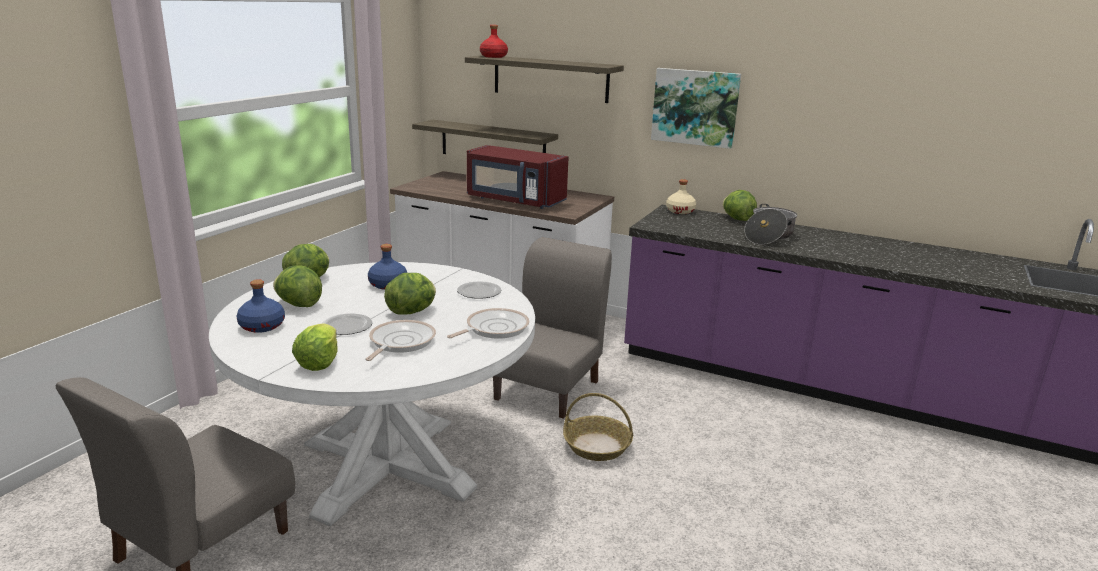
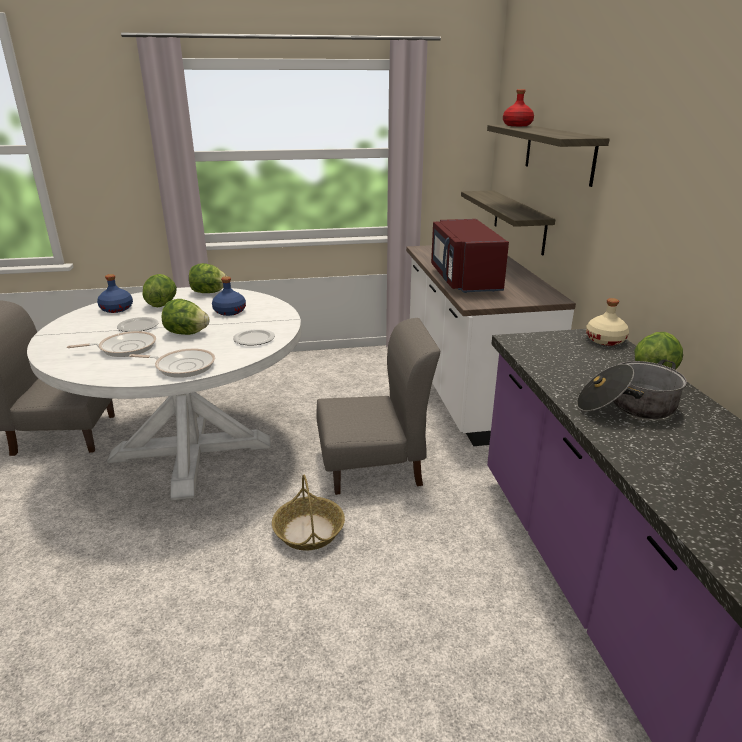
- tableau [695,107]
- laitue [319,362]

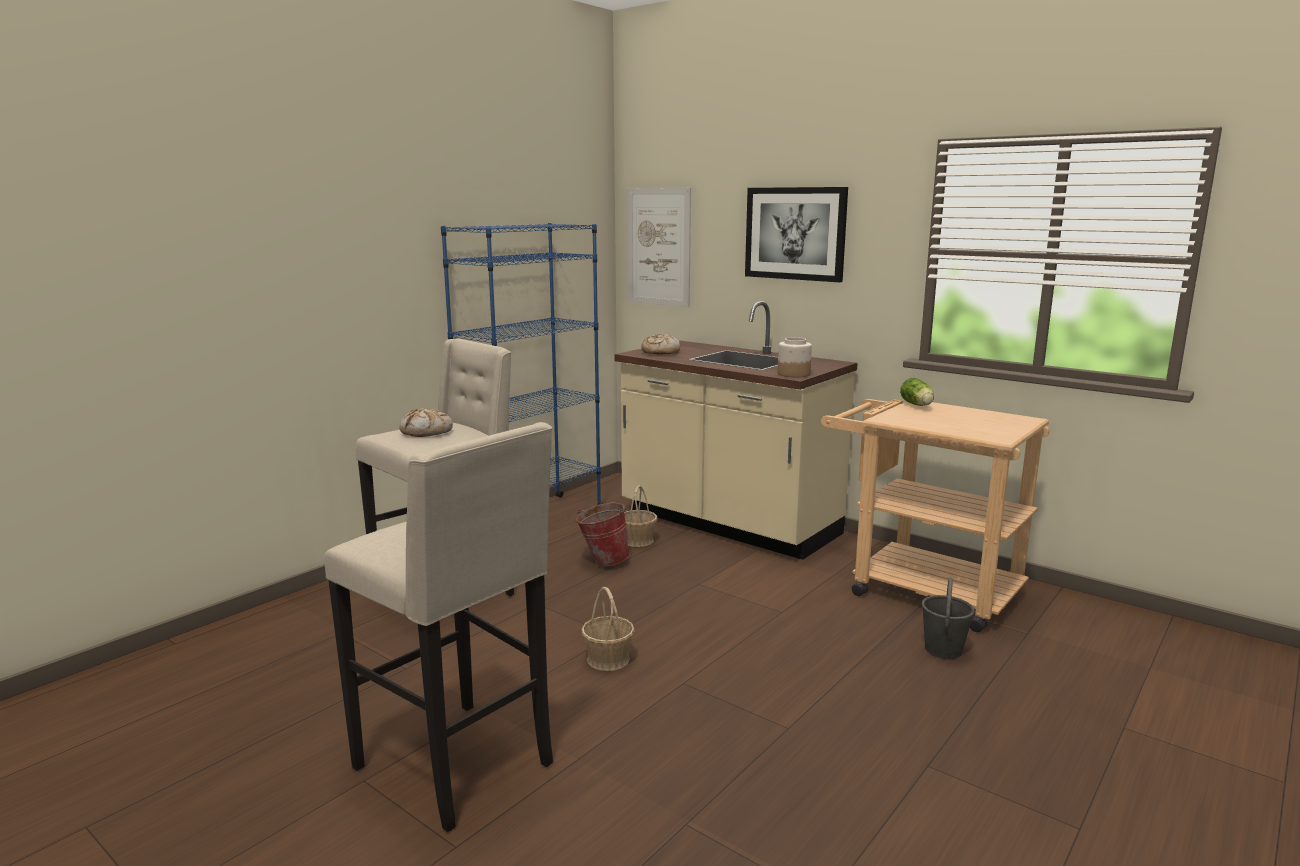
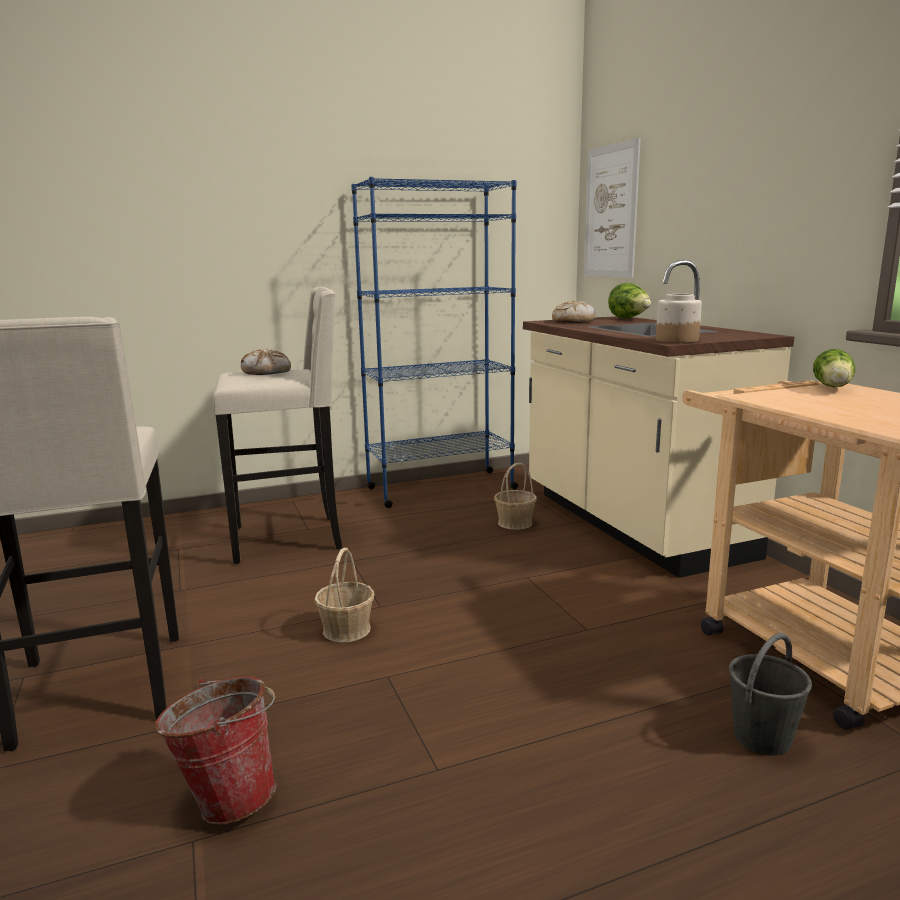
- tableau [795,233]
~ seau [602,561] to [228,796]
+ laitue [629,319]

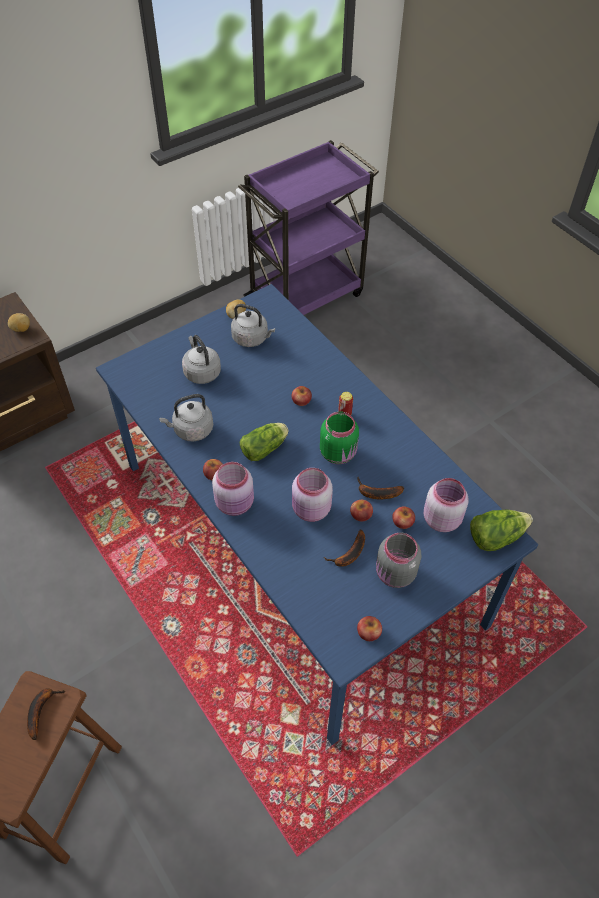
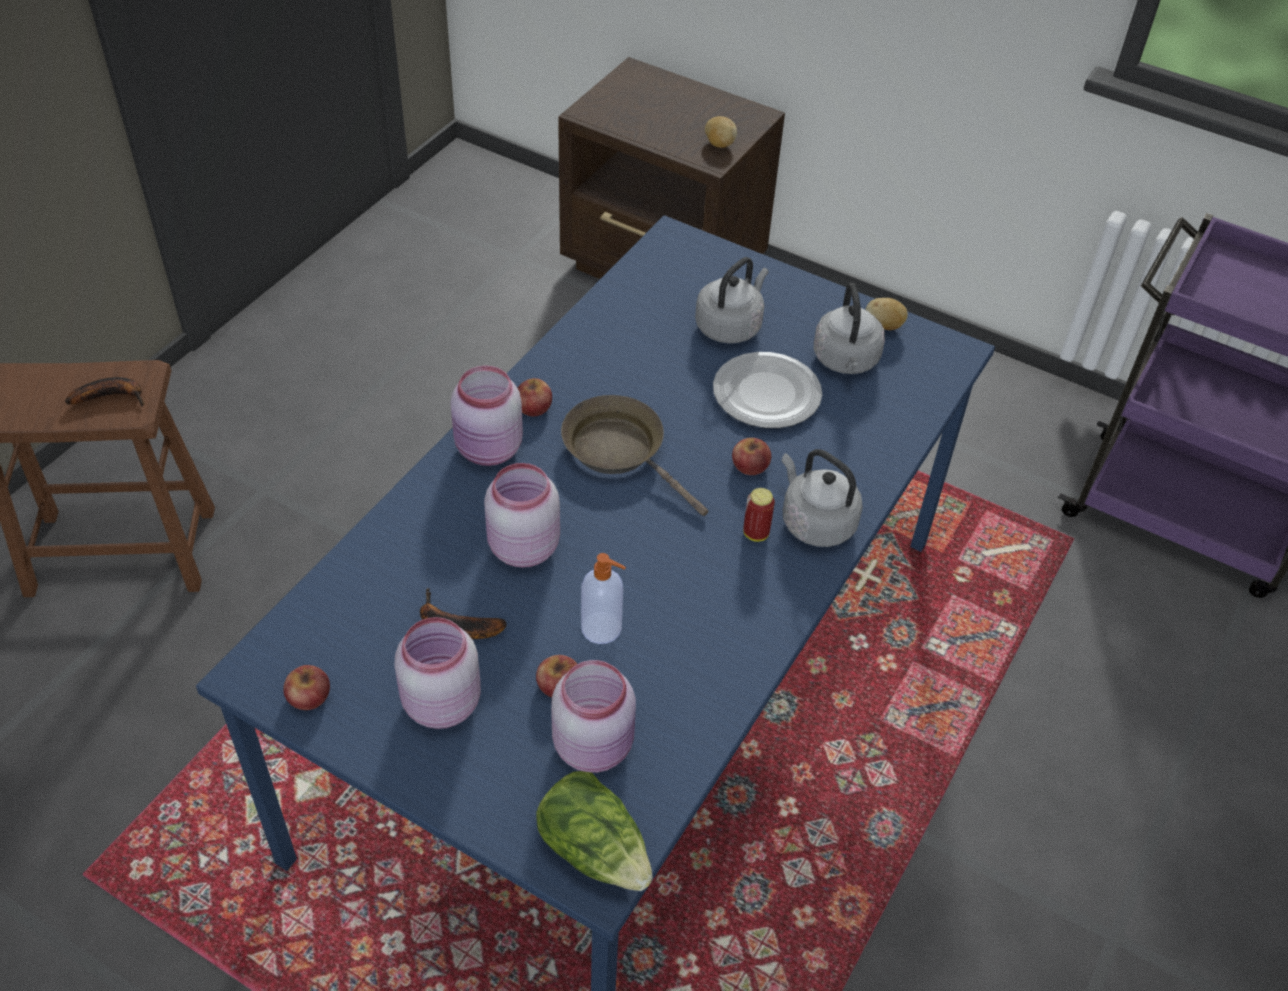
~ bouilloire/gris [191,430] to [815,522]
- bocal/vert [339,453]
~ laitue [266,448] to poêle/marron [620,451]
~ banane [376,493] to distributeur de savon [602,629]
- pomme [361,514]
~ bocal/gris [394,574] to bocal/rose [439,703]
+ assiette [768,393]

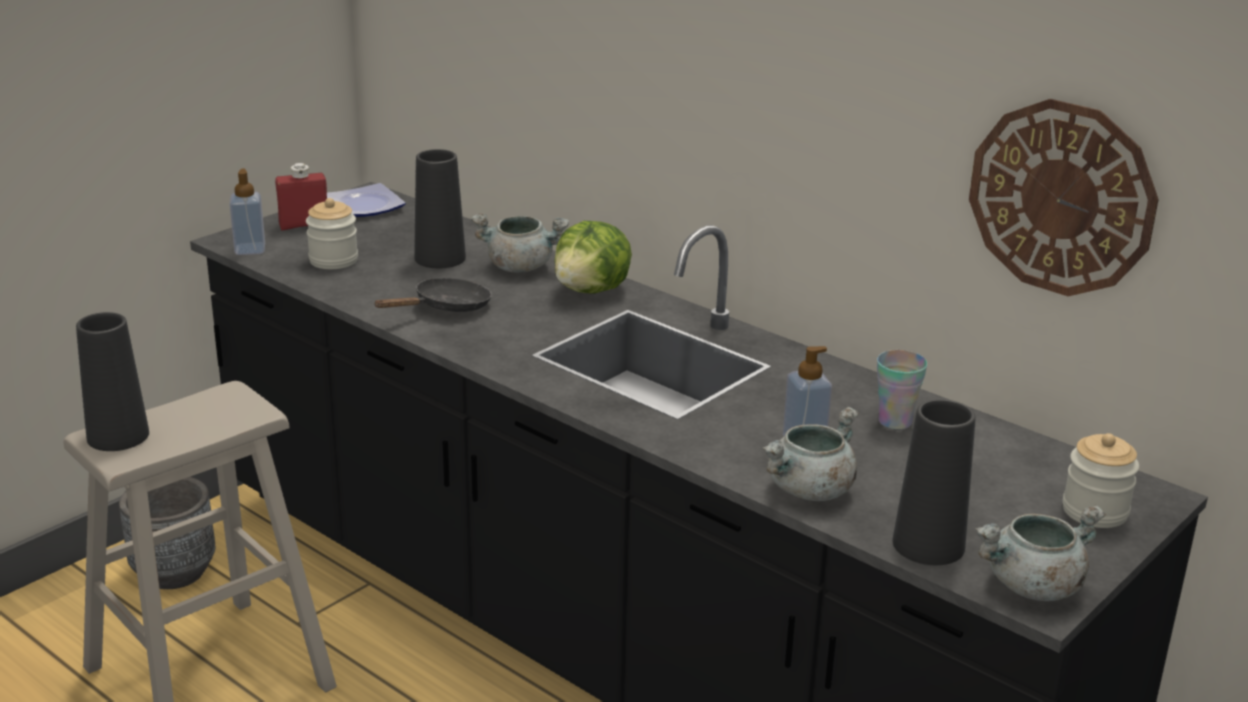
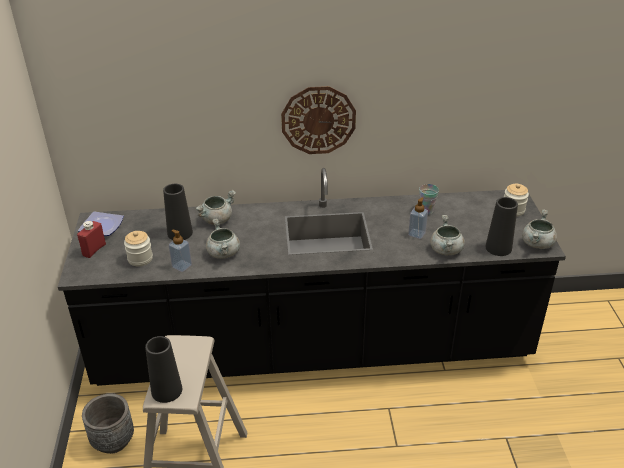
~ horloge murale [1061,198] to [318,120]
~ distributeur de savon [250,249] to [182,266]
- laitue [592,291]
~ poêle/noir [446,308] to marmite/gris [224,253]

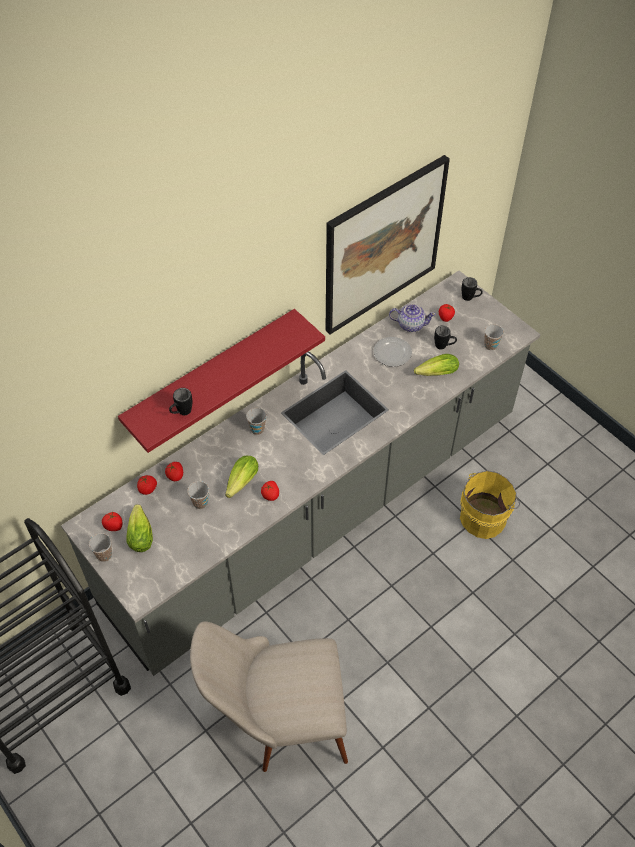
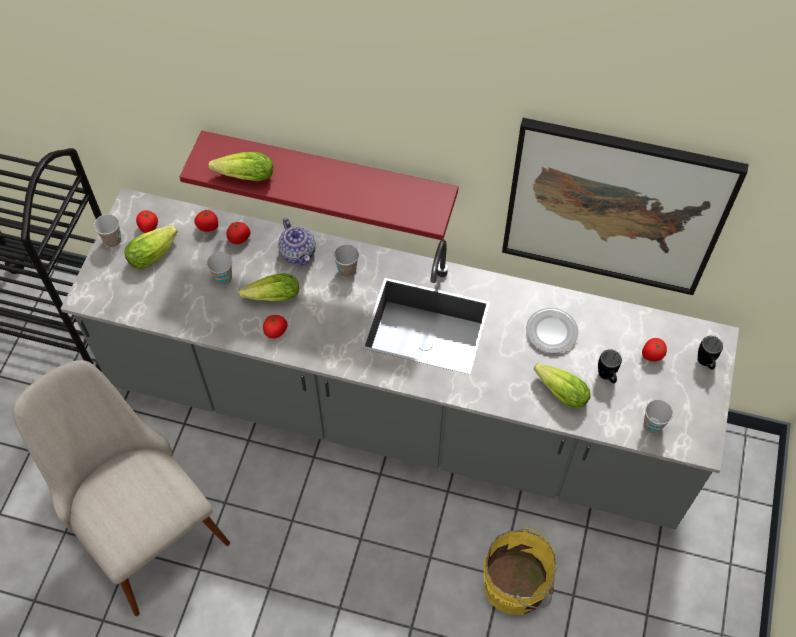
~ théière [410,324] to [298,252]
~ mug/noir [181,413] to laitue [242,176]

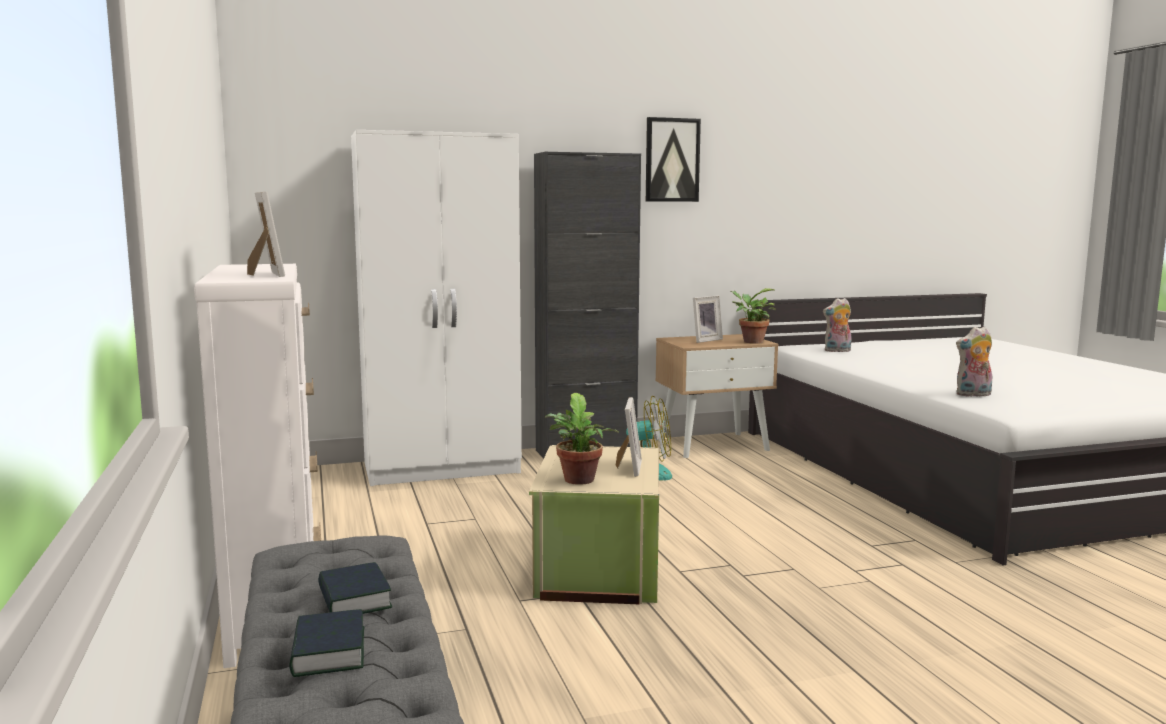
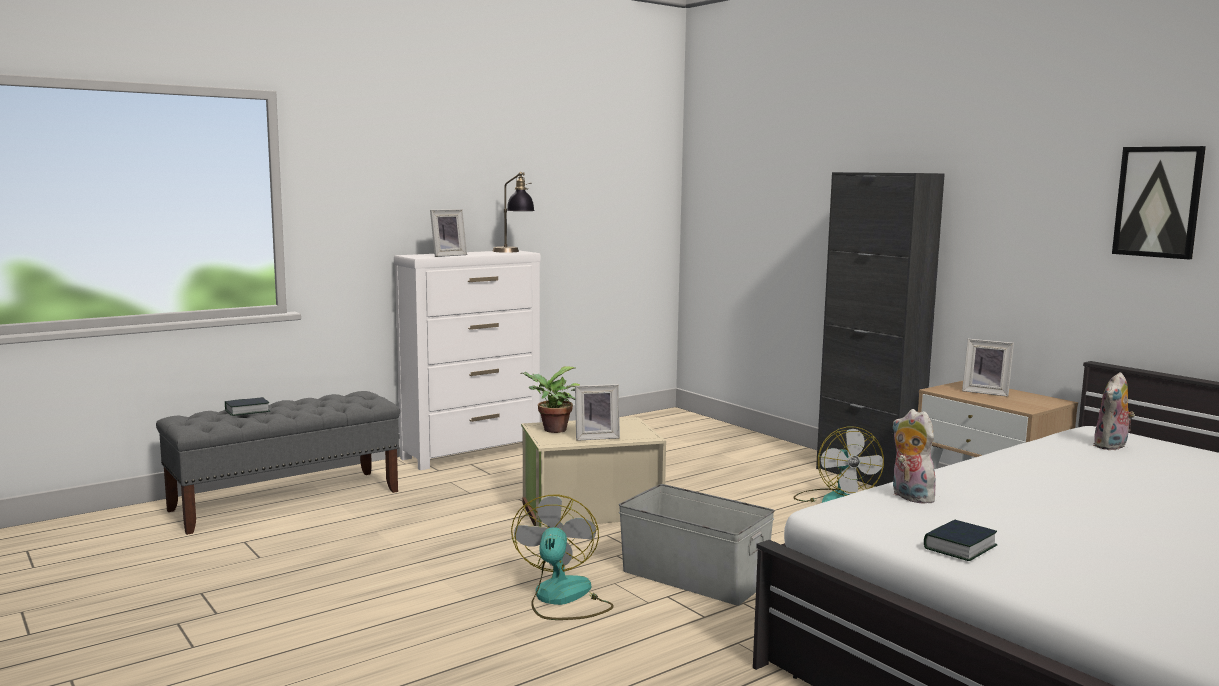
~ tableau [672,160] to [1158,202]
- armoire/blanc [443,468]
- plante en pot [750,342]
~ peluche [837,351] = [1112,446] 105 degrees counterclockwise
~ livre [354,599] to [959,547]
+ lampe de table [513,252]
+ boîte de rangement/gris [693,576]
+ ventilateur [562,599]

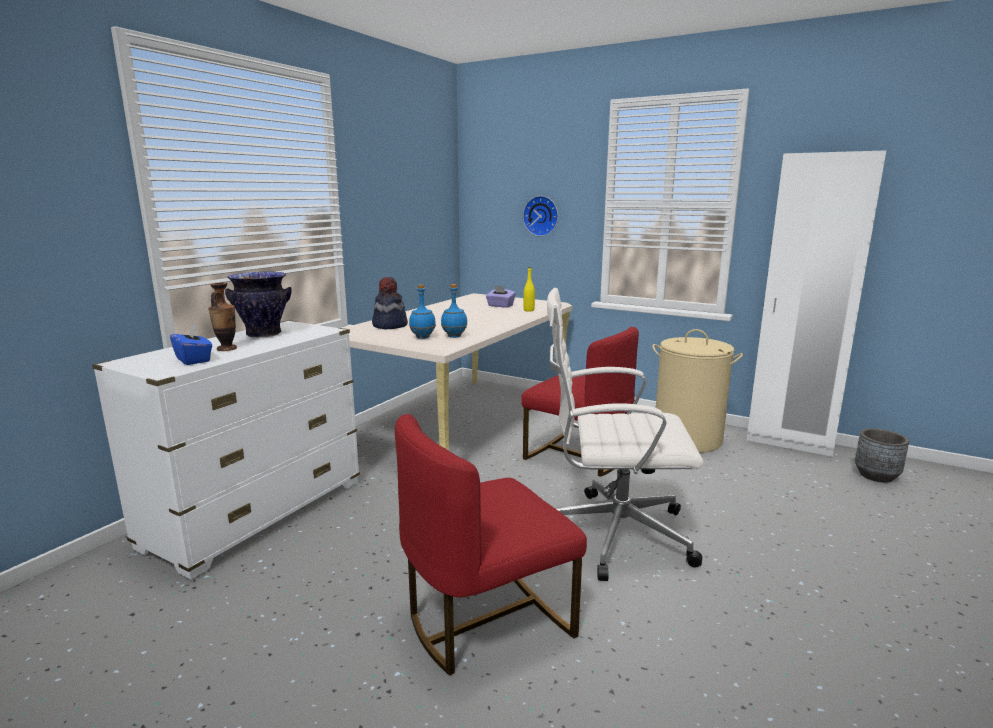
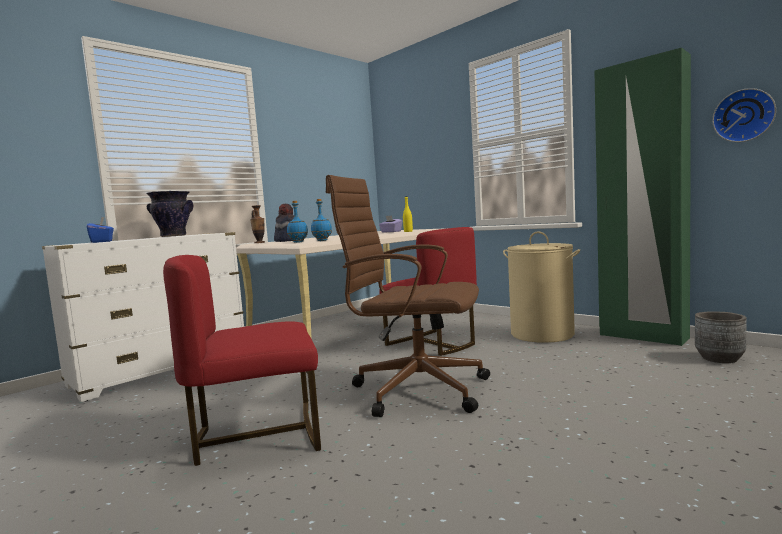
~ armoire/blanc [789,443] to armoire/vert [643,337]
~ horloge murale [541,216] to [743,116]
~ vase [227,349] to [259,243]
~ chaise de bureau/blanc [612,533] to chaise de bureau/marron [415,389]

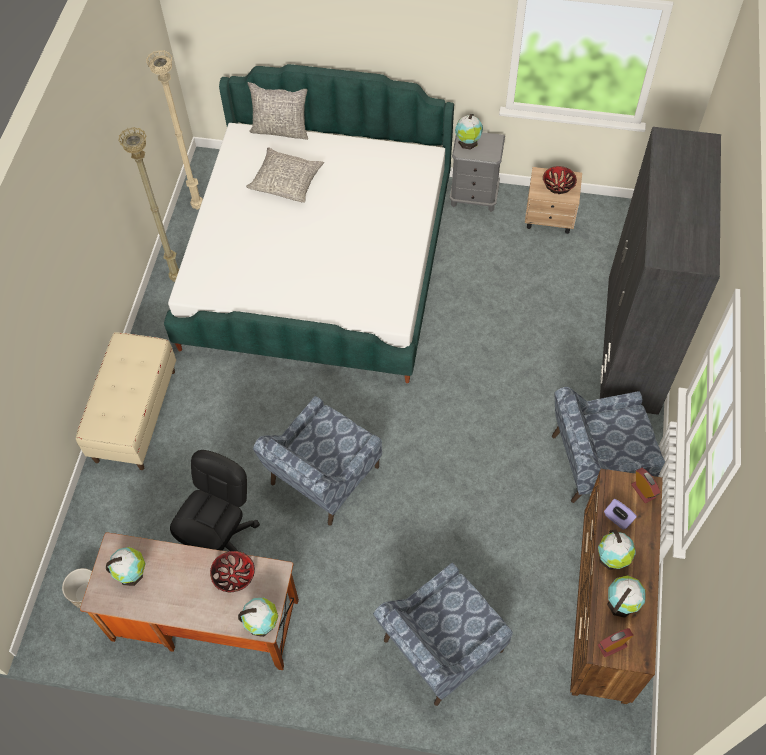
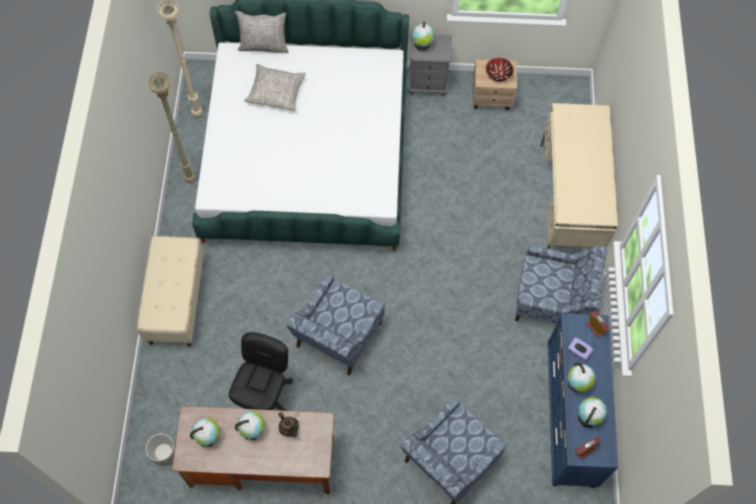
~ armoire/gris [631,345] to bureau/beige [569,201]
~ fauteuil/bleu [597,462] = [552,300] 150 degrees counterclockwise
~ commode/marron [603,609] to commode/bleu [569,417]
~ bol [234,575] to théière [289,429]
~ globe [262,623] to [252,430]

